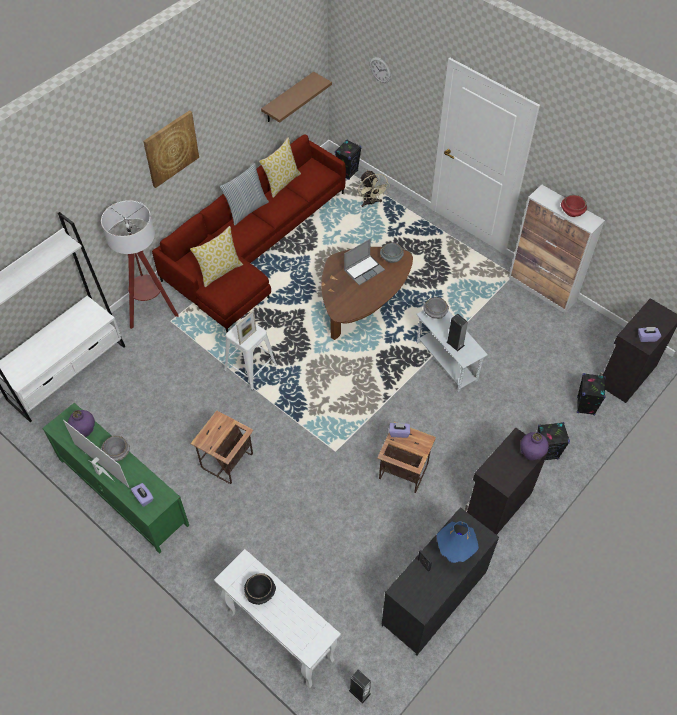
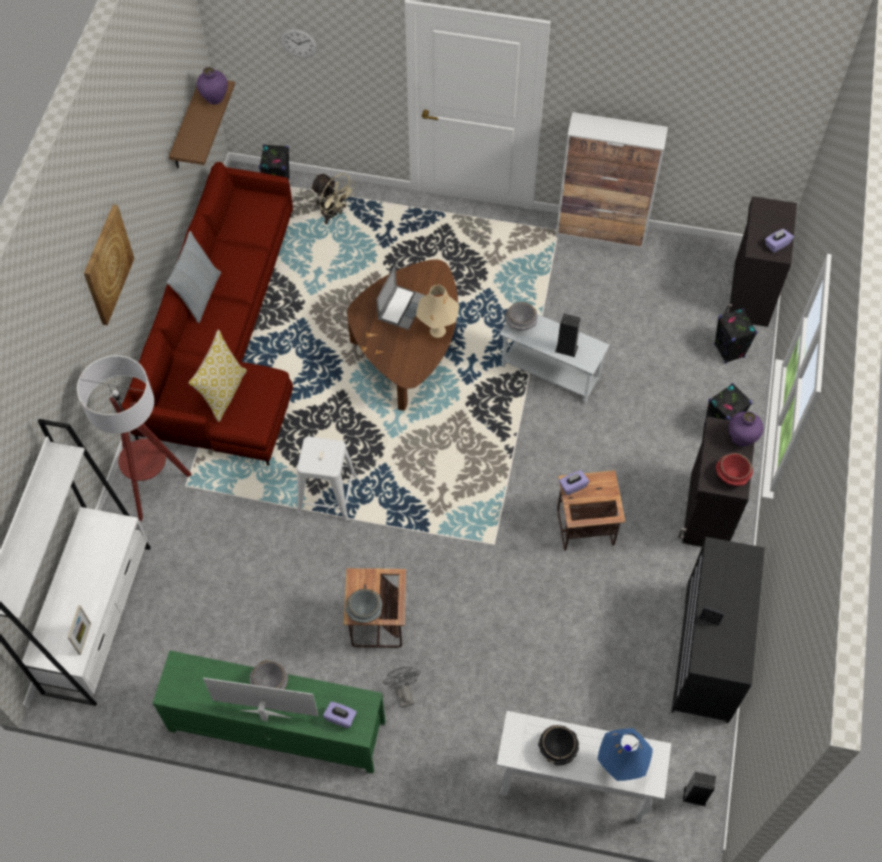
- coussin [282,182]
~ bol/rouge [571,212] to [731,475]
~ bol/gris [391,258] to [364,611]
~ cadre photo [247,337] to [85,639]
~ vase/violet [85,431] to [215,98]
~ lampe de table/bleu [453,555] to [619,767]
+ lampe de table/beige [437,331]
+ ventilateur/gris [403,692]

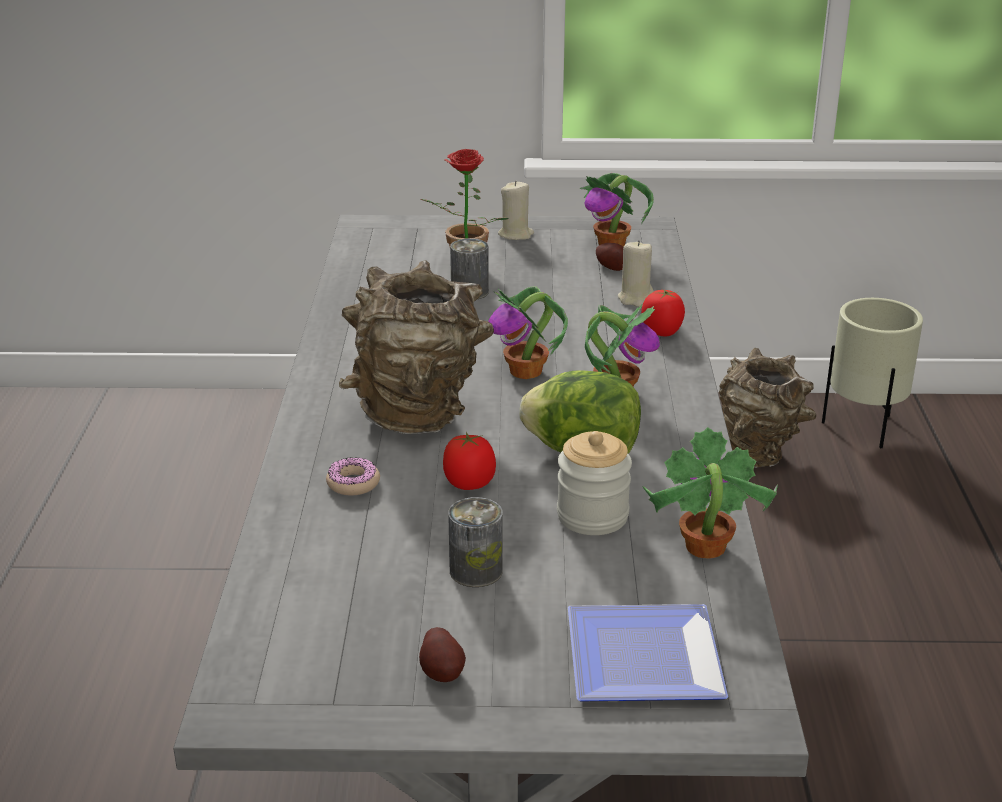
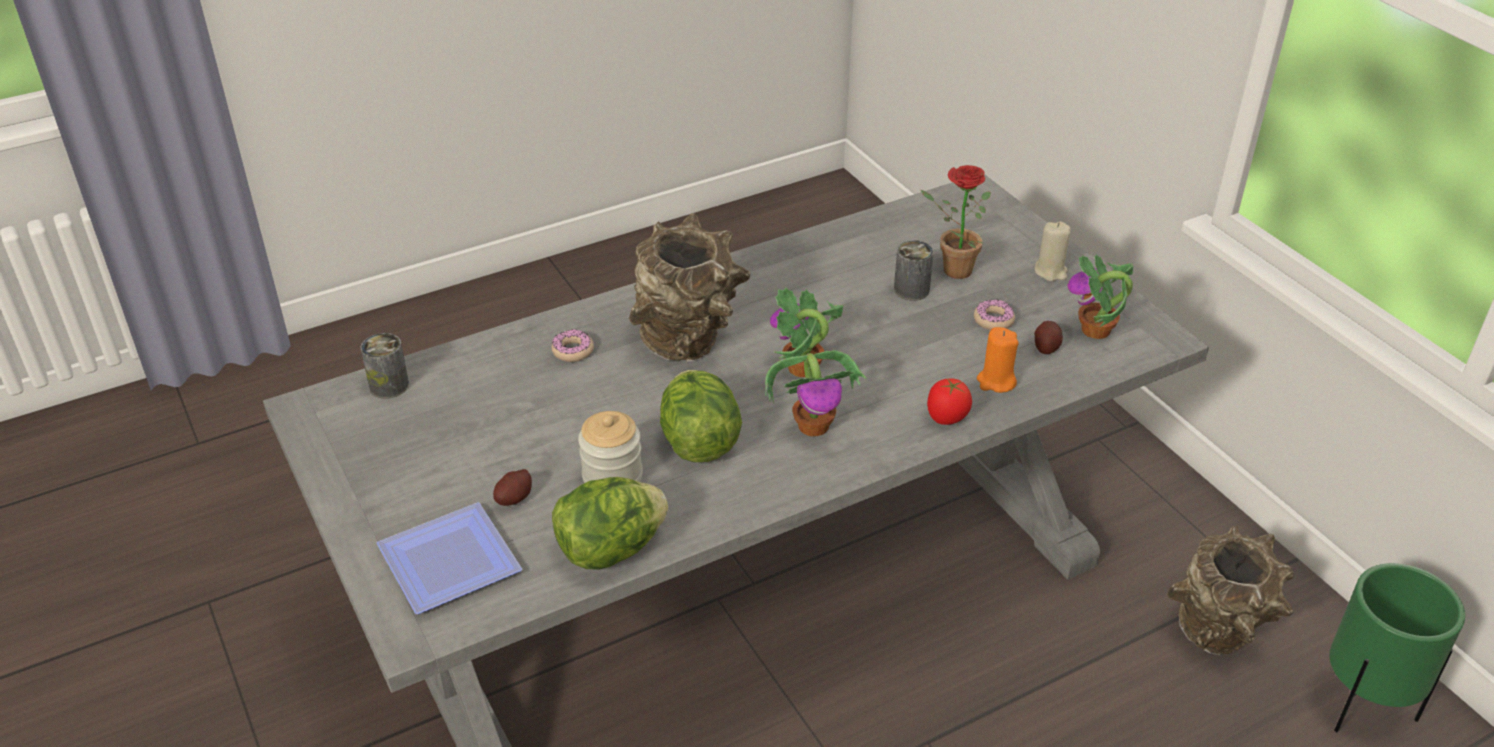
~ bougie/beige [635,299] to bougie/orange [996,382]
~ cache-pot/beige [864,429] to cache-pot/vert [1364,707]
~ plante en pot [704,547] to laitue [610,549]
- tomate [469,484]
~ boîte métallique [476,571] to [389,385]
~ pomme de terre [442,672] to [514,499]
+ beignet [993,320]

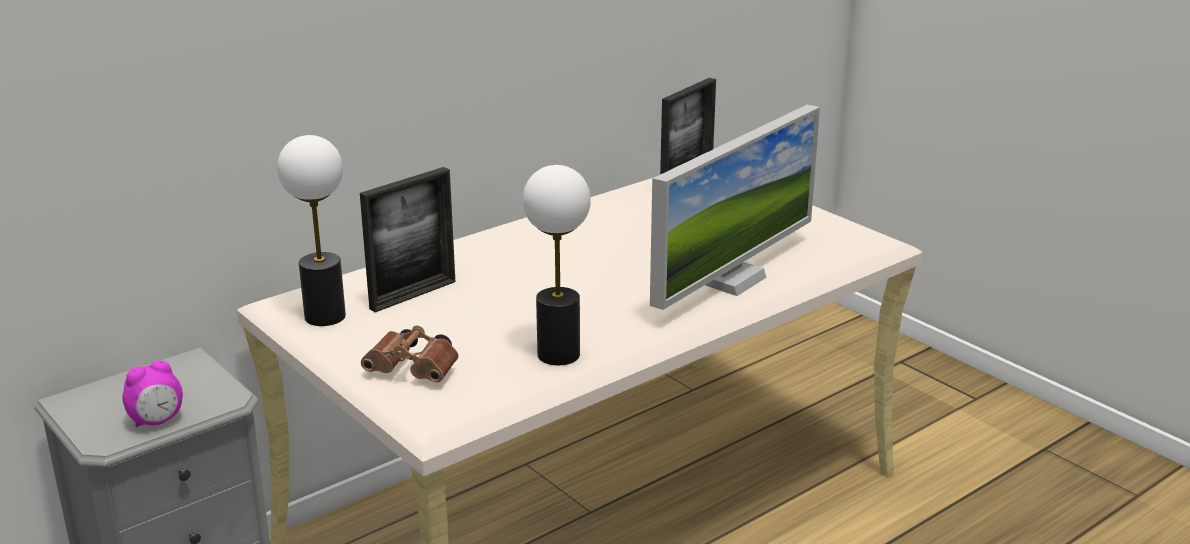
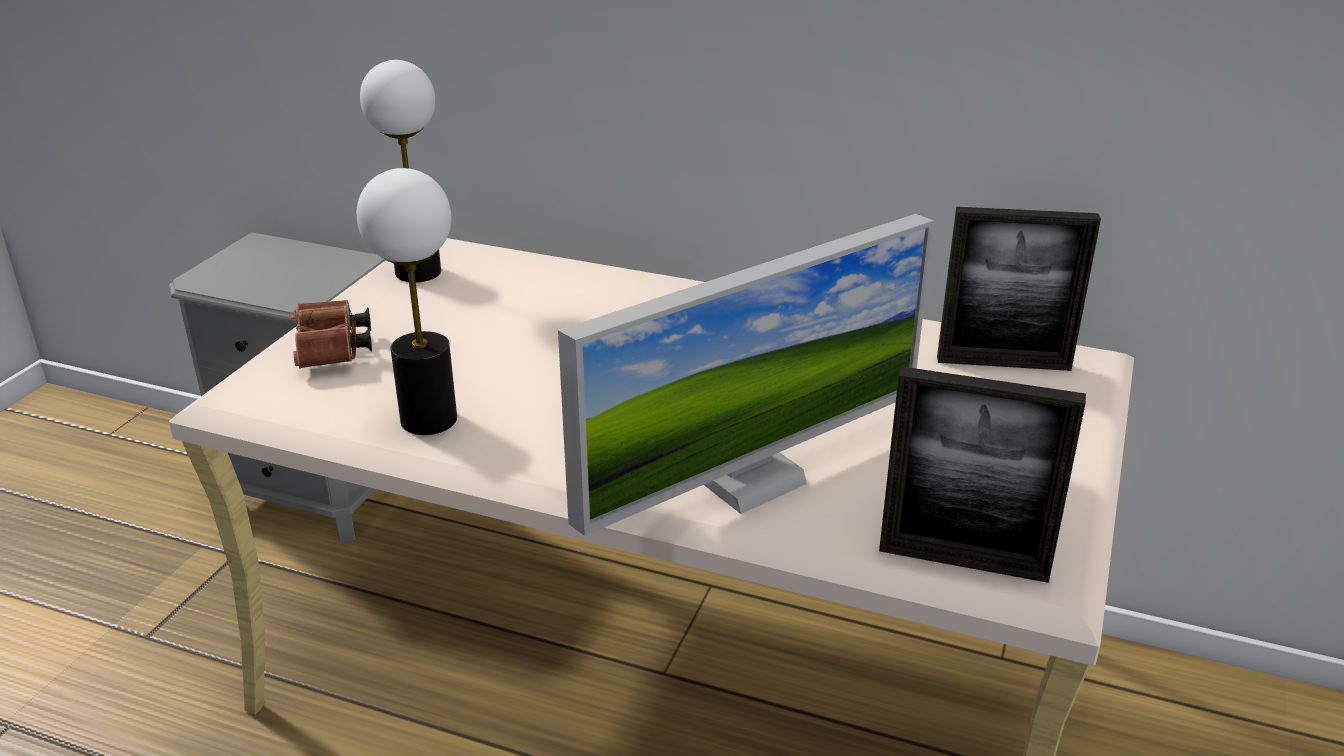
~ écran d'ordinateur [732,280] = [750,480] 45 degrees counterclockwise
~ cadre photo [413,295] to [963,561]
- réveil [157,421]

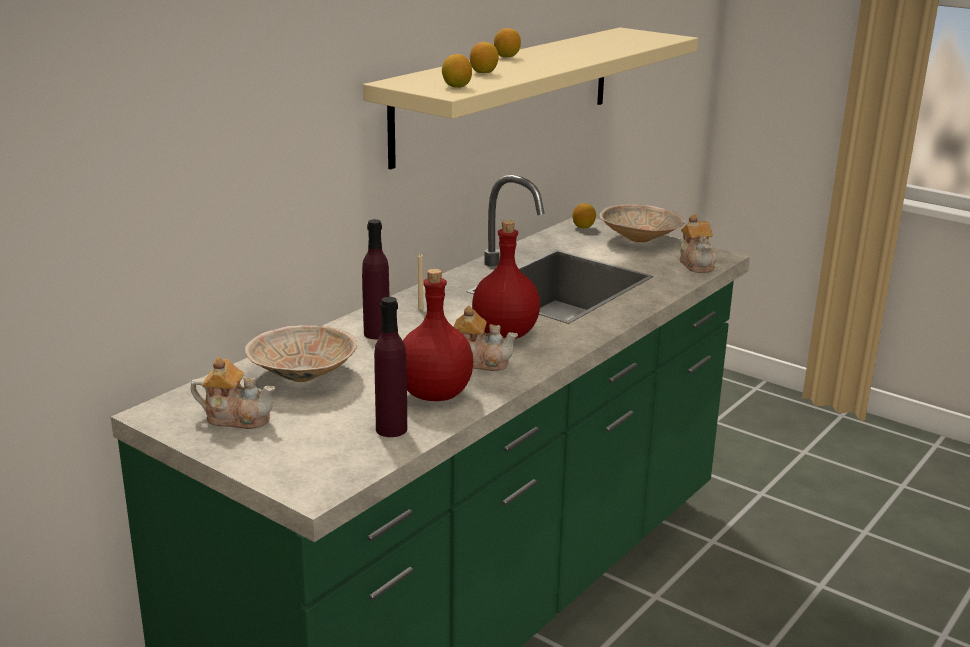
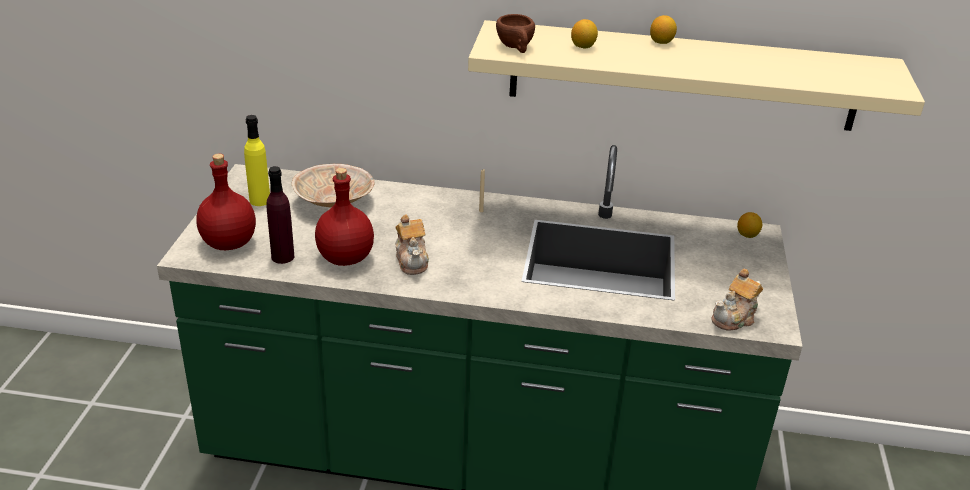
~ citron [456,86] to tasse/marron [516,48]
- bol/beige [641,239]
- bouteille/violet [377,333]
~ bouteille/rouge [505,333] to [230,243]
~ théière [236,418] to bouteille/jaune [260,200]

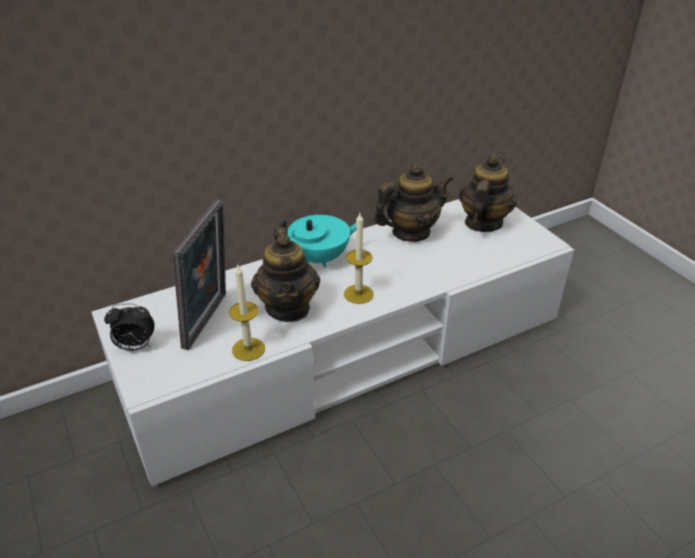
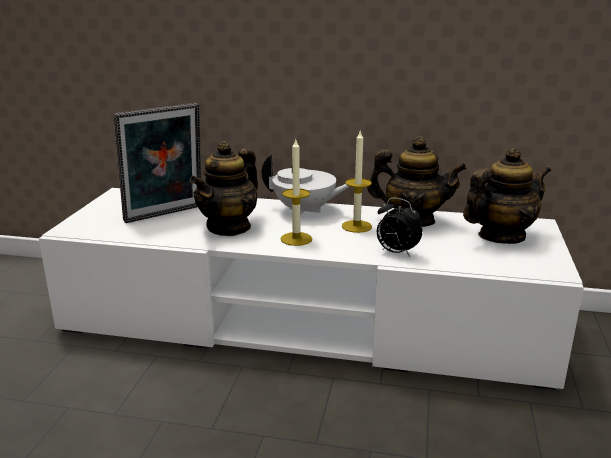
~ théière/turquoise [320,258] to théière/blanc [305,211]
~ bougie [248,349] to [356,226]
~ réveil [135,347] to [396,252]

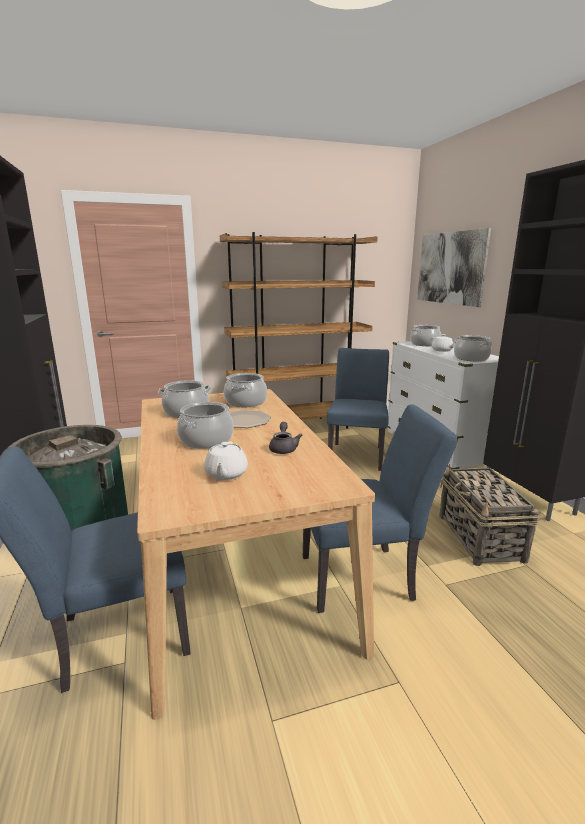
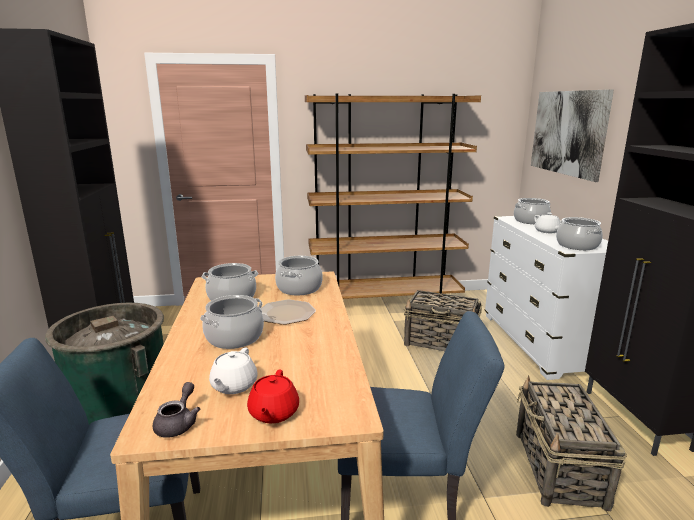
~ chaise/bleu [357,454] to panier [441,342]
~ théière/gris [283,448] to [178,423]
+ théière/rouge [273,413]

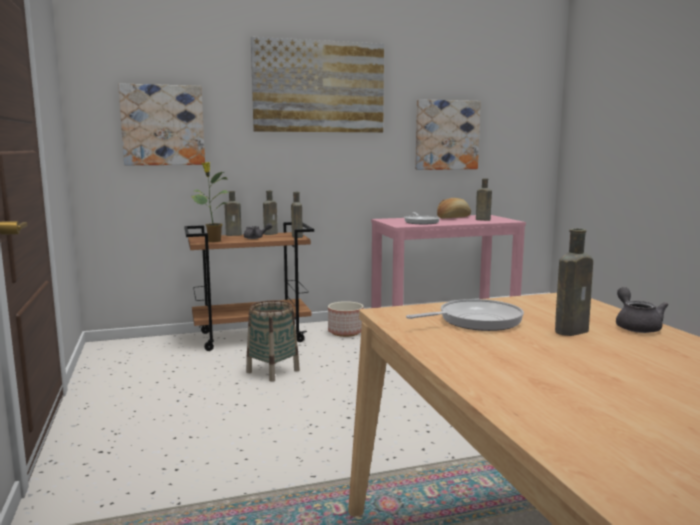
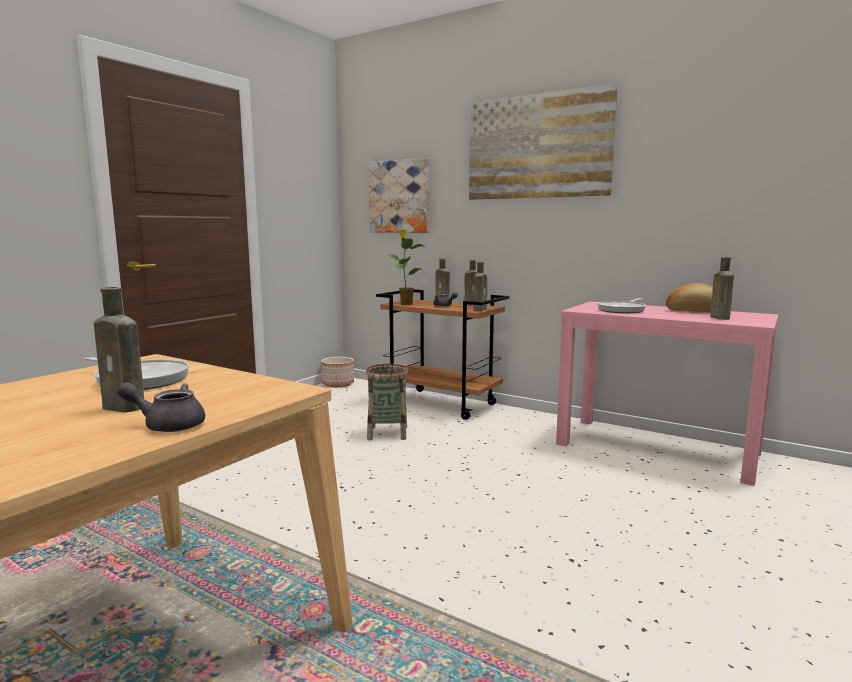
- tableau [446,135]
~ théière/gris [636,326] = [168,425] 135 degrees counterclockwise
~ cache-pot [345,332] to [338,384]

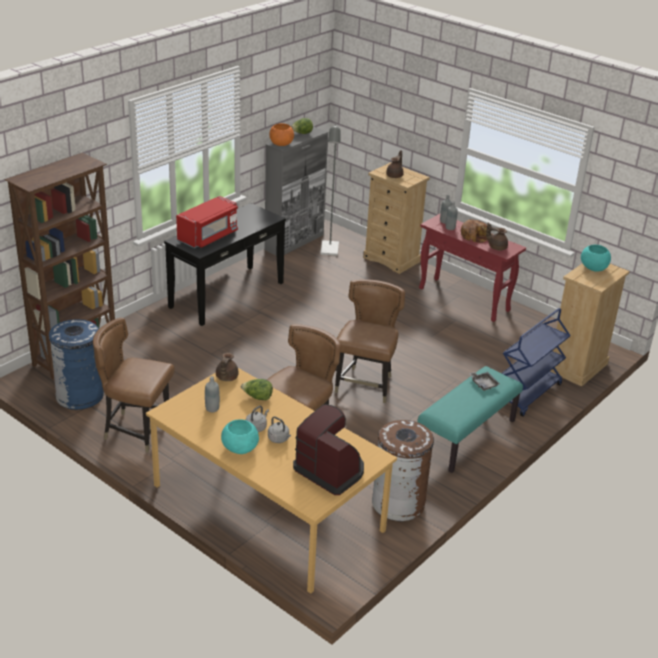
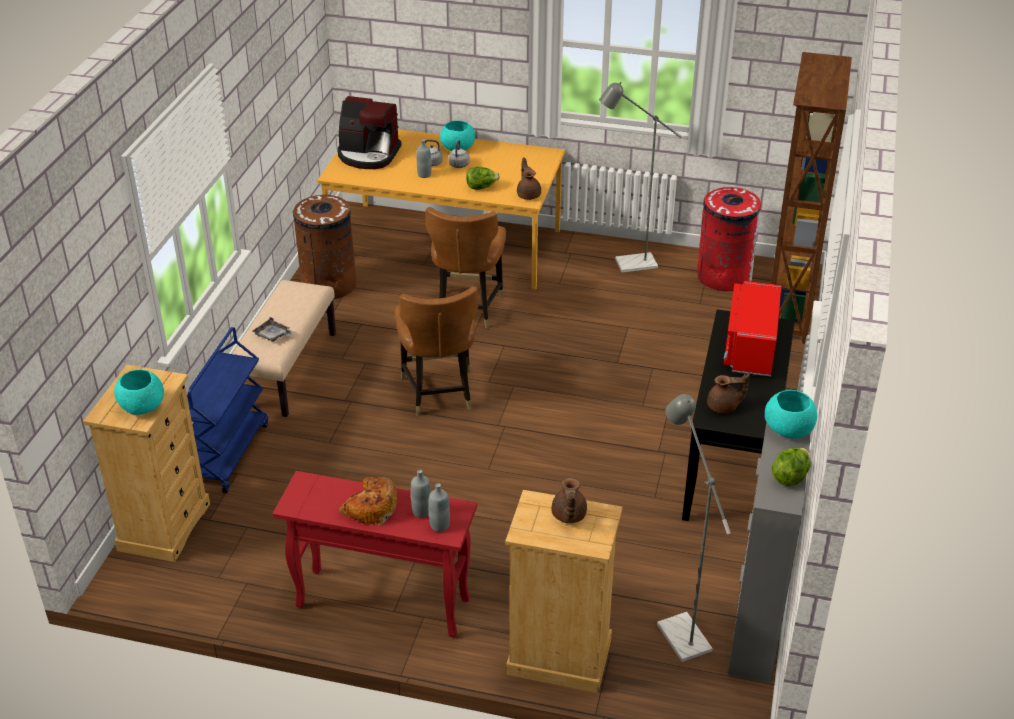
~ bol/orange [281,144] to bol/turquoise [787,429]
~ théière/marron [496,247] to [724,407]
~ chaise/marron [137,431] to lampadaire/gris [628,264]
~ poubelle/bleu [80,395] to poubelle/rouge [723,276]
~ banc/turquoise [466,437] to banc/beige [287,370]
~ bouteille/gris [212,408] to [424,175]

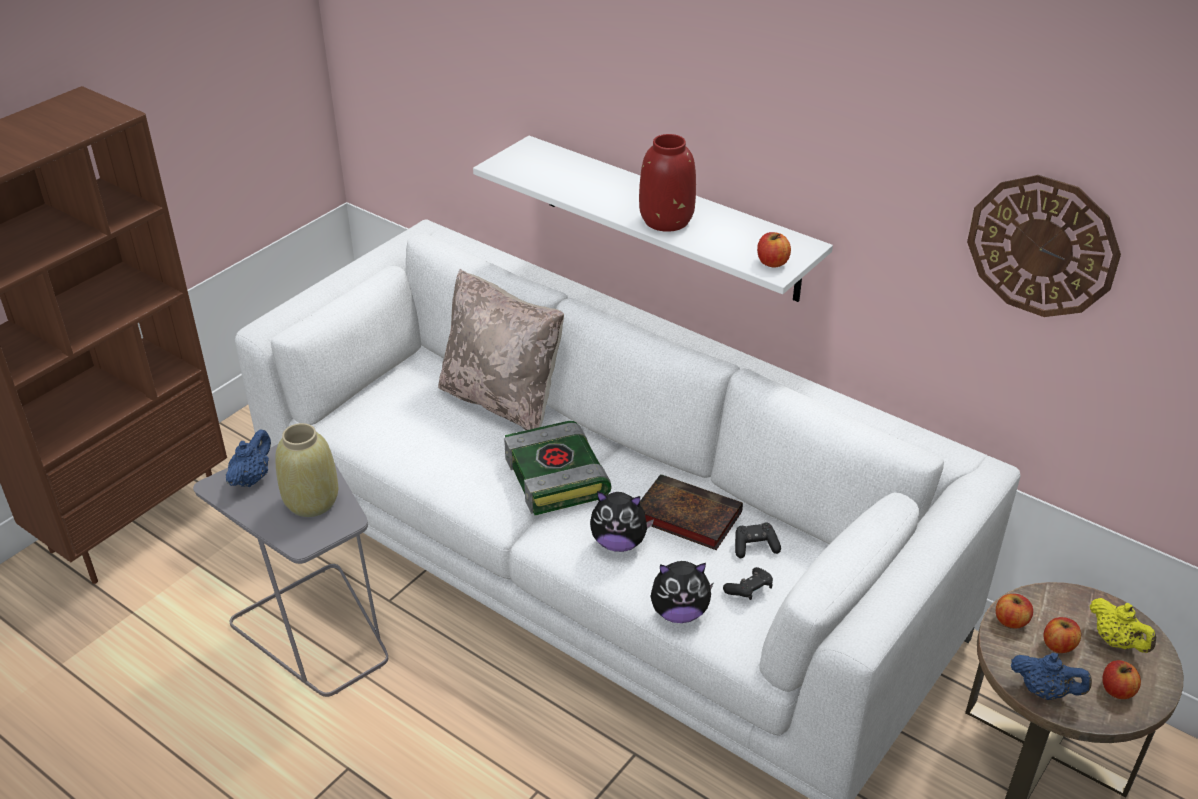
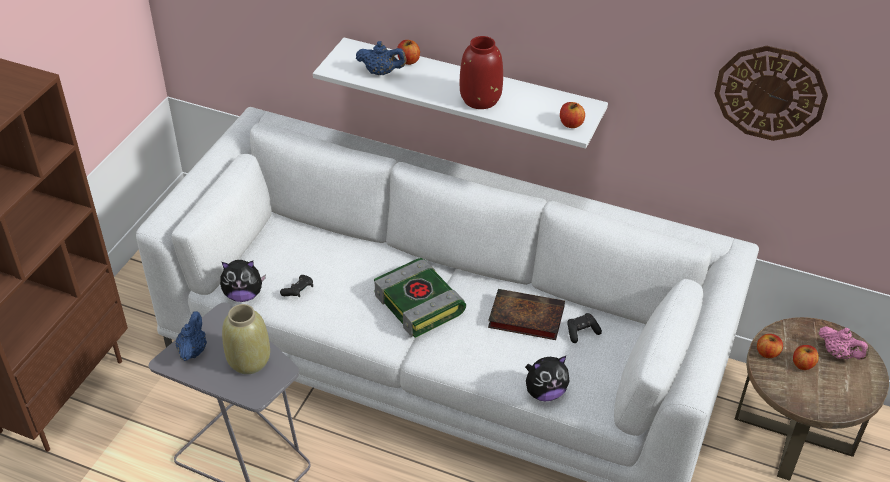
- coussin/beige [502,400]
~ peluche [619,542] to [243,295]
~ manette/noir [749,591] to [298,291]
~ théière/jaune [1116,641] to théière/rose [839,354]
~ théière/bleu [1044,691] to [381,72]
~ pomme [1117,690] to [408,61]

